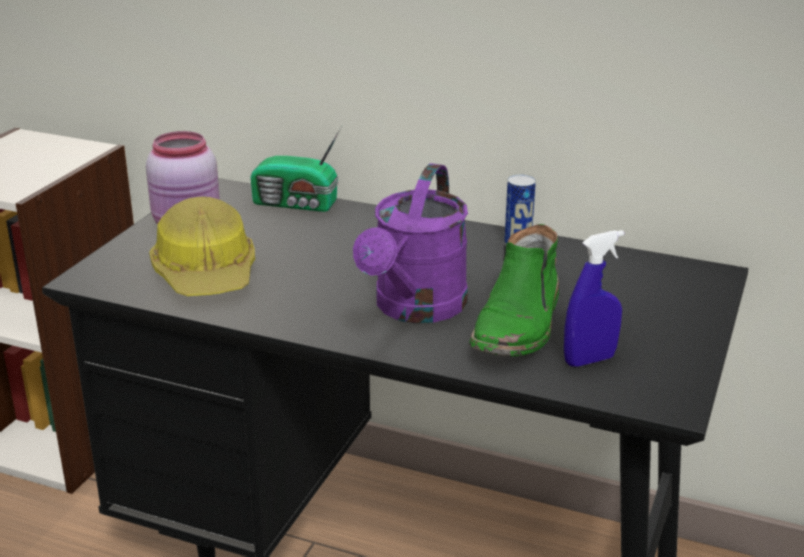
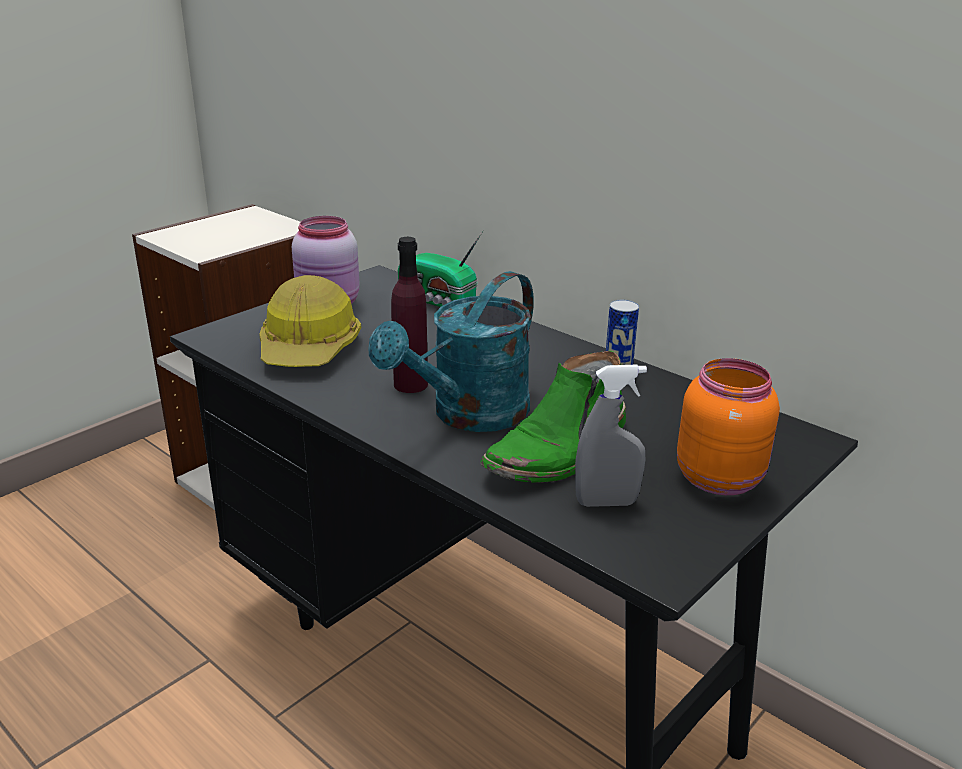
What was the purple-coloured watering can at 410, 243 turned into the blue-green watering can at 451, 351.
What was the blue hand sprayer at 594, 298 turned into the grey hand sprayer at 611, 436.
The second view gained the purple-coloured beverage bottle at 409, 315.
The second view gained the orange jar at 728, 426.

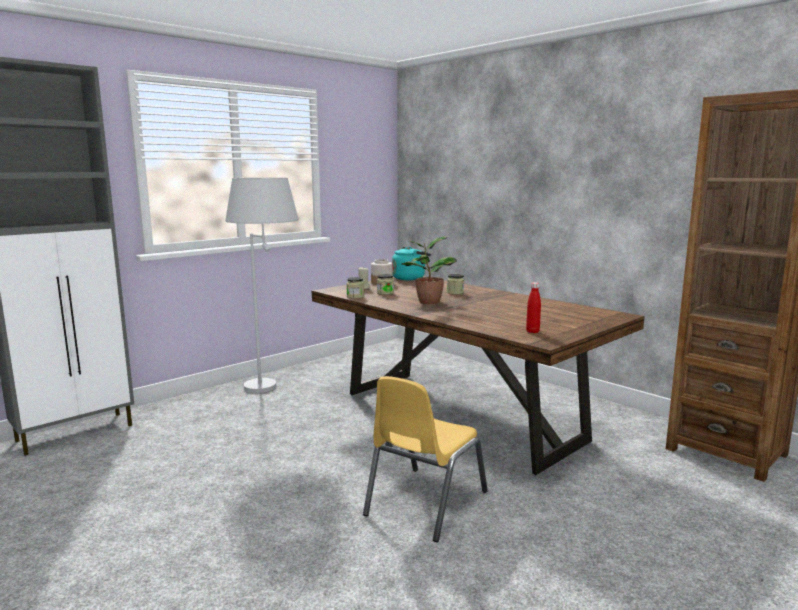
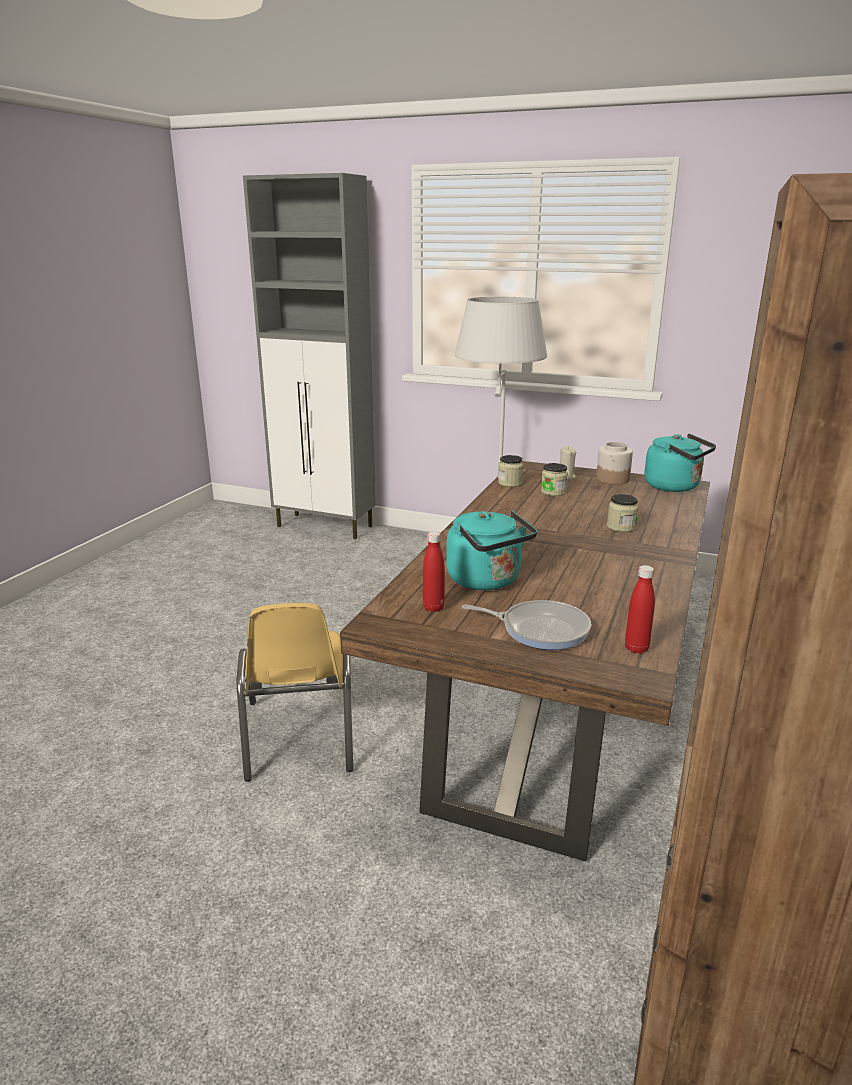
The second view lost the houseplant at 429, 270.
The yellow upright chair at 425, 459 ended up facing another way, 105 degrees counterclockwise from before.
The second view gained the blue-green kettle at 491, 550.
The second view gained the red beverage bottle at 640, 609.
The second view gained the frying pan at 526, 625.

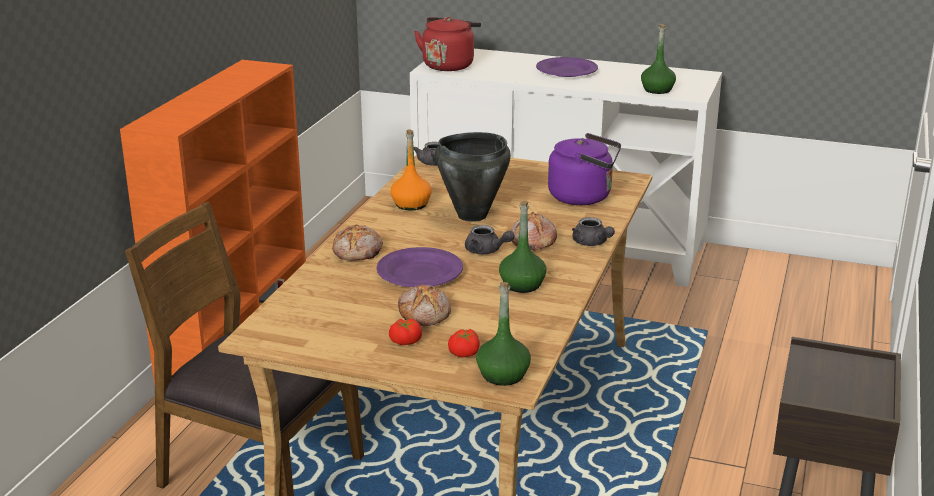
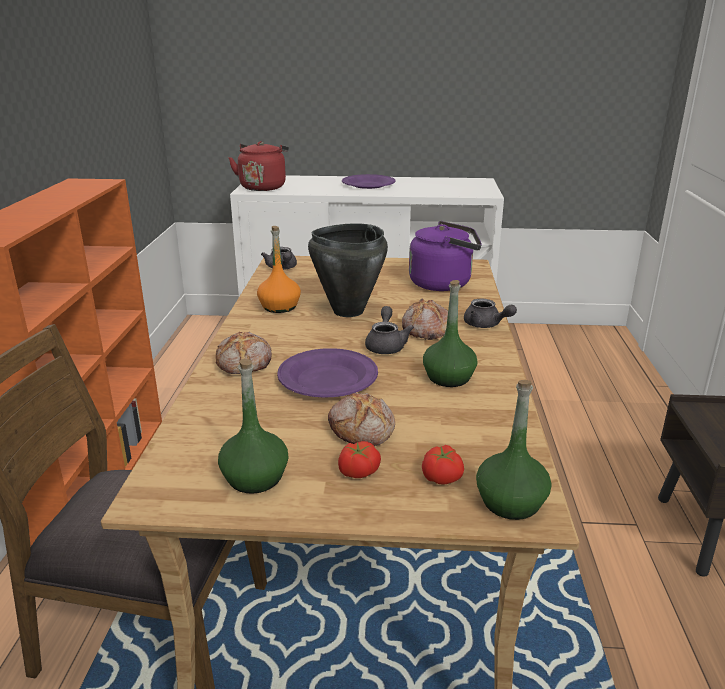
The greenish beverage bottle ended up elsewhere, having gone from 658, 59 to 253, 426.
The grey tea pot at 490, 239 ended up facing another way, 105 degrees counterclockwise from before.

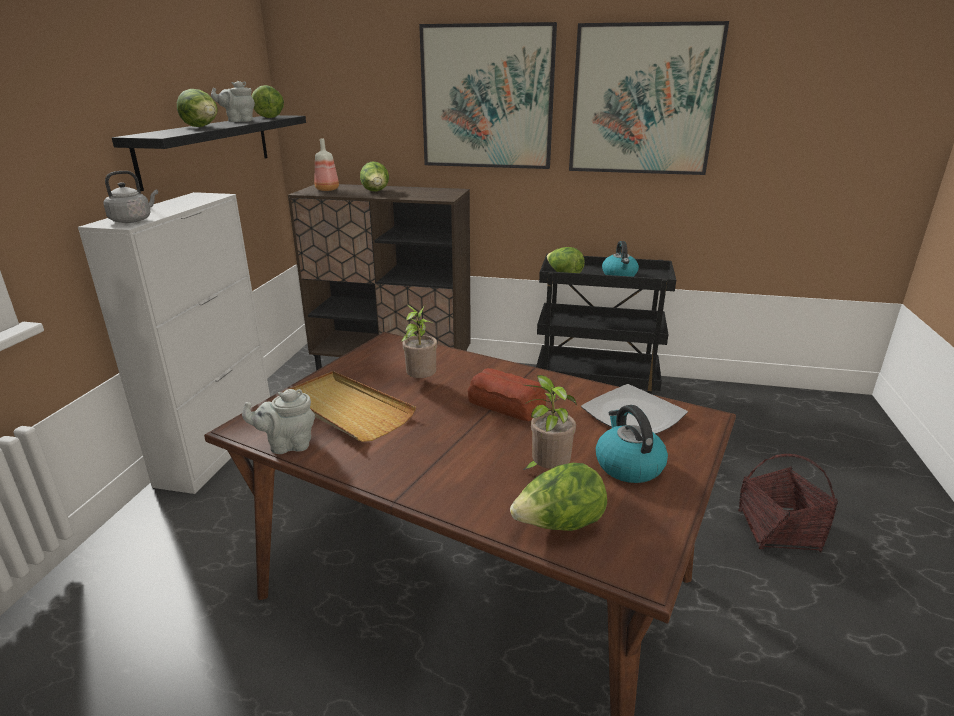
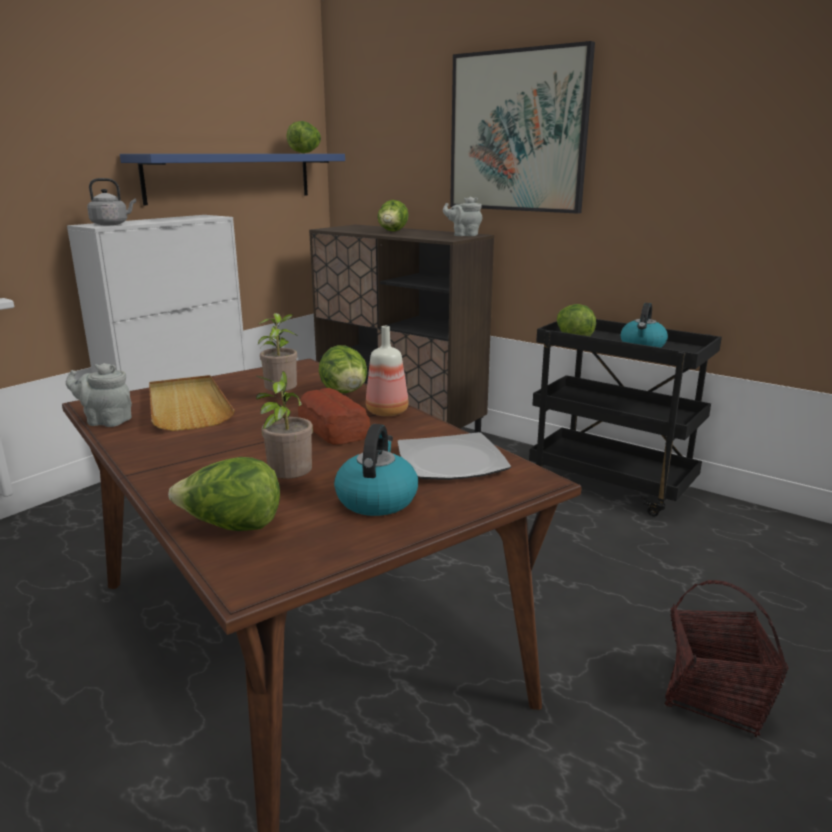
The second view lost the wall picture at 649, 98.
The grey tea pot ended up elsewhere, having gone from 233, 101 to 463, 216.
The lettuce head ended up elsewhere, having gone from 197, 108 to 343, 369.
What was the blackish shelf at 209, 153 turned into the blue shelf at 232, 179.
The beverage bottle ended up elsewhere, having gone from 326, 164 to 387, 371.

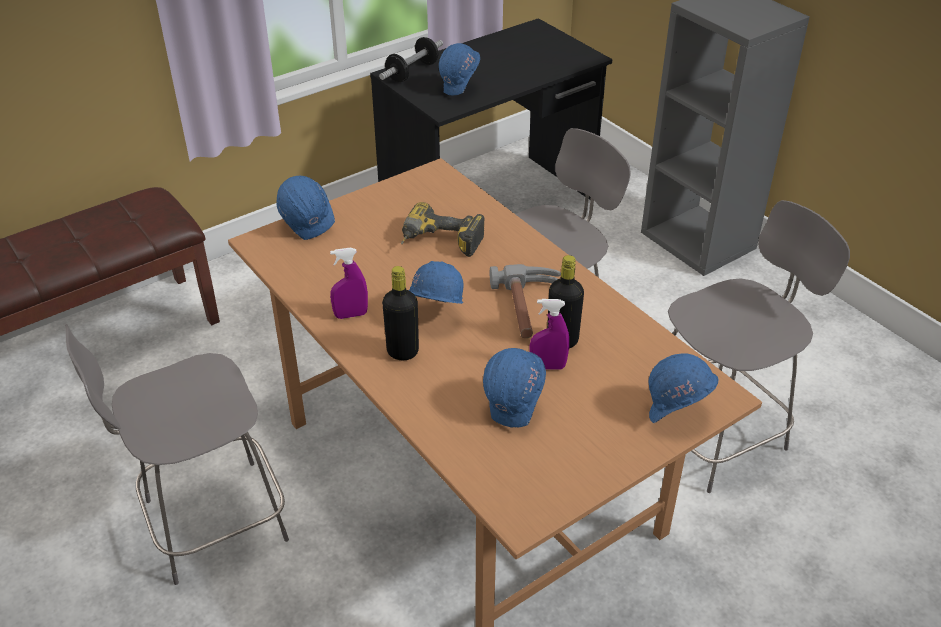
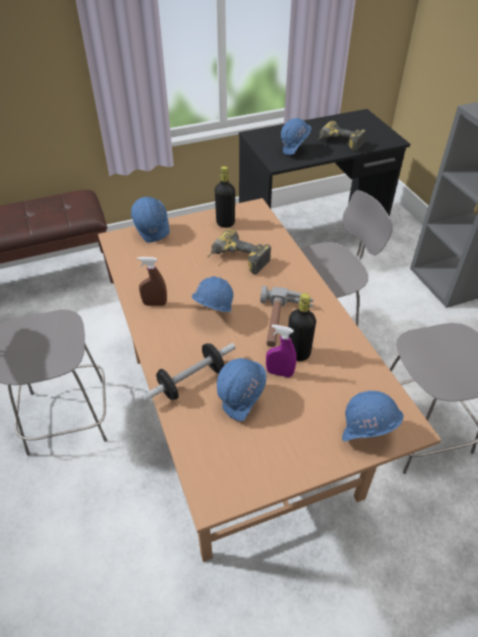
The free weight ended up elsewhere, having gone from 411, 59 to 189, 372.
What was the purple-coloured hand sprayer at 349, 283 turned into the brown hand sprayer at 152, 281.
The blackish beverage bottle ended up elsewhere, having gone from 400, 313 to 225, 197.
The second view gained the power drill at 342, 136.

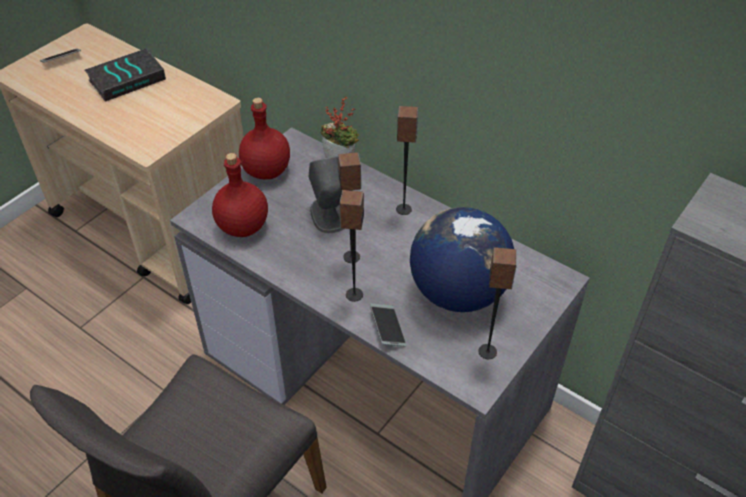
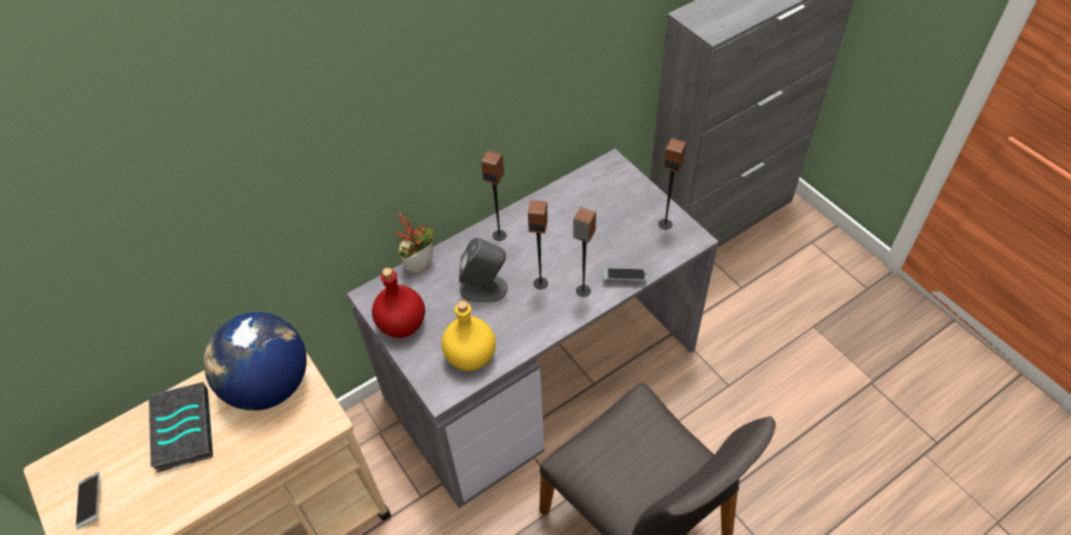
What was the red beverage bottle at 240, 195 turned into the yellow beverage bottle at 468, 335.
The world globe ended up elsewhere, having gone from 462, 259 to 255, 361.

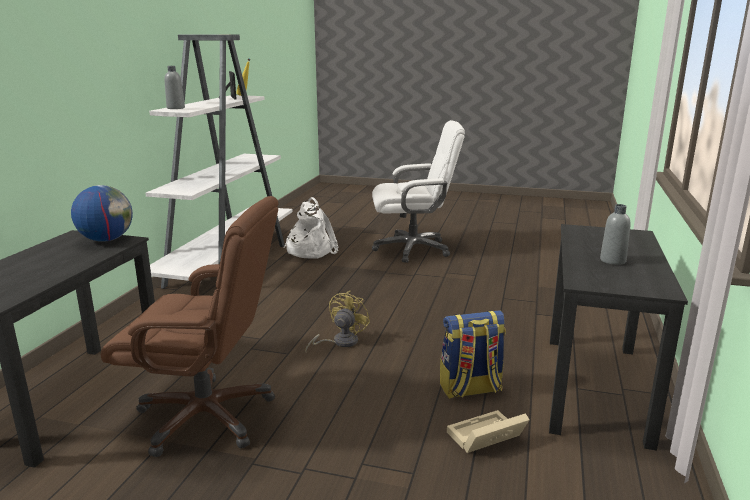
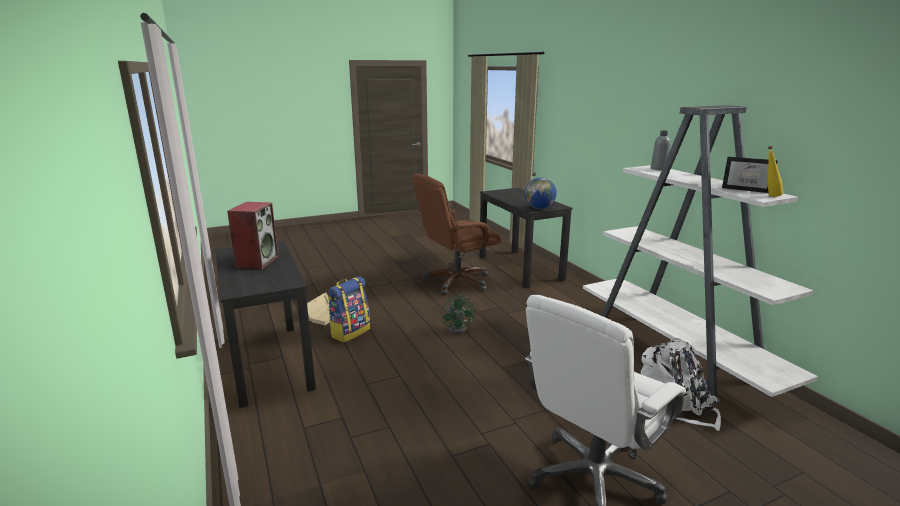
Where the grey beverage bottle stood at 615, 234, the audio speaker came to stand at 253, 235.
What was the yellow electric fan at 337, 321 turned into the greenish electric fan at 458, 314.

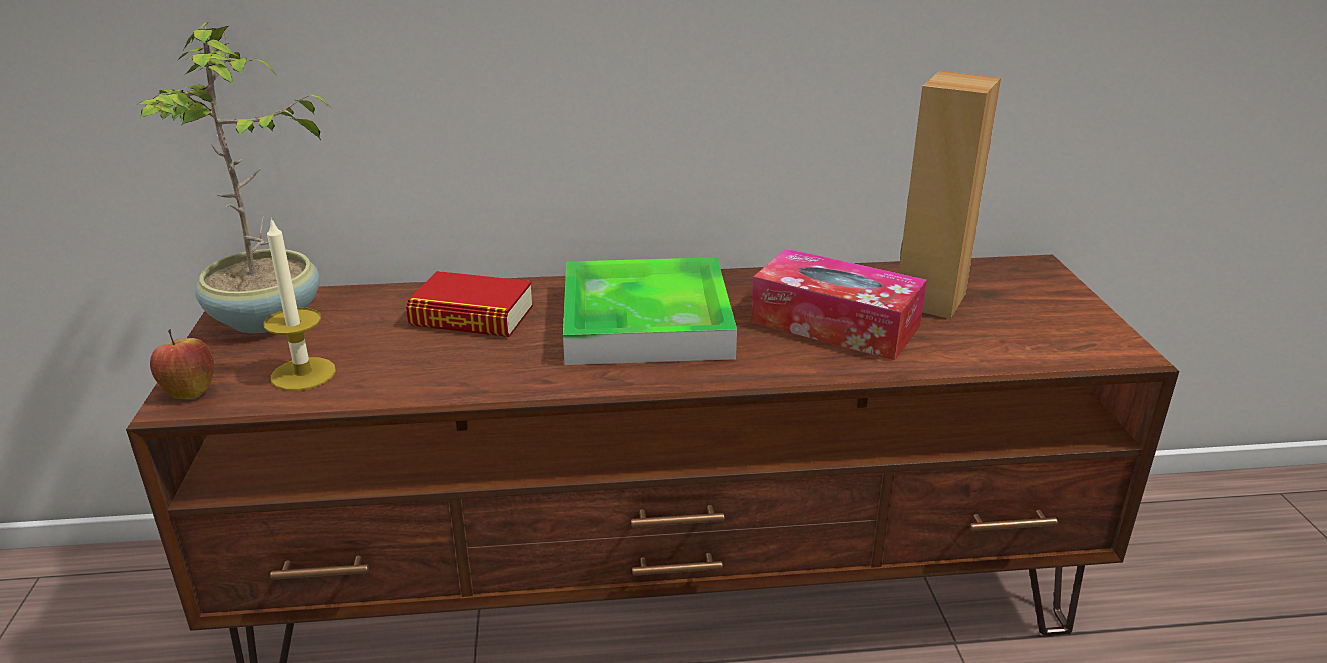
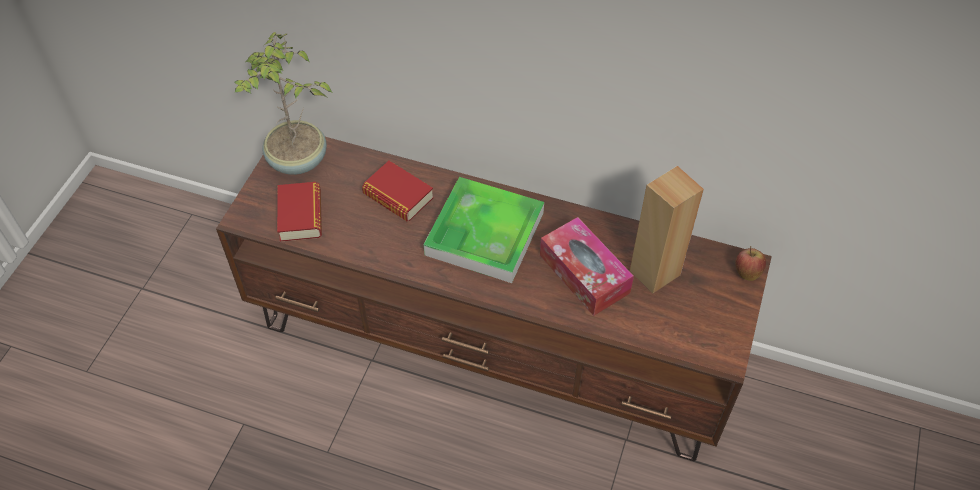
Where the candle stood at 300, 304, the bound book came to stand at 299, 212.
The whole apple ended up elsewhere, having gone from 182, 364 to 751, 263.

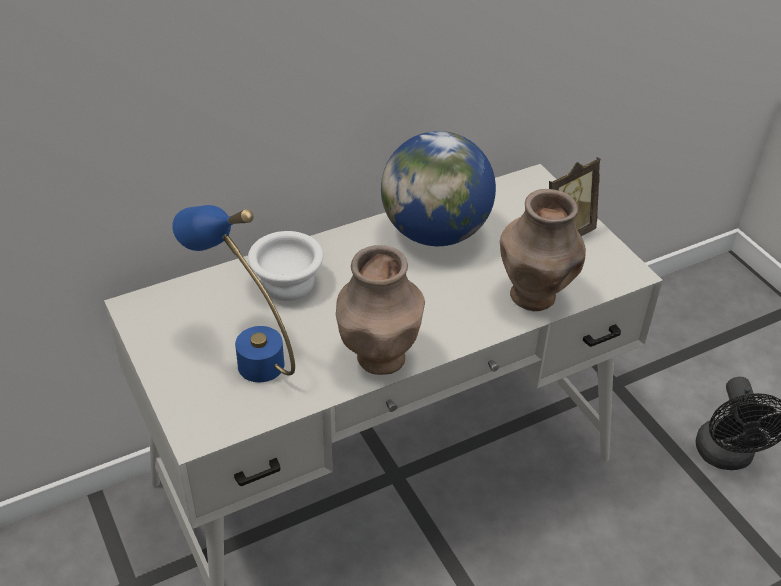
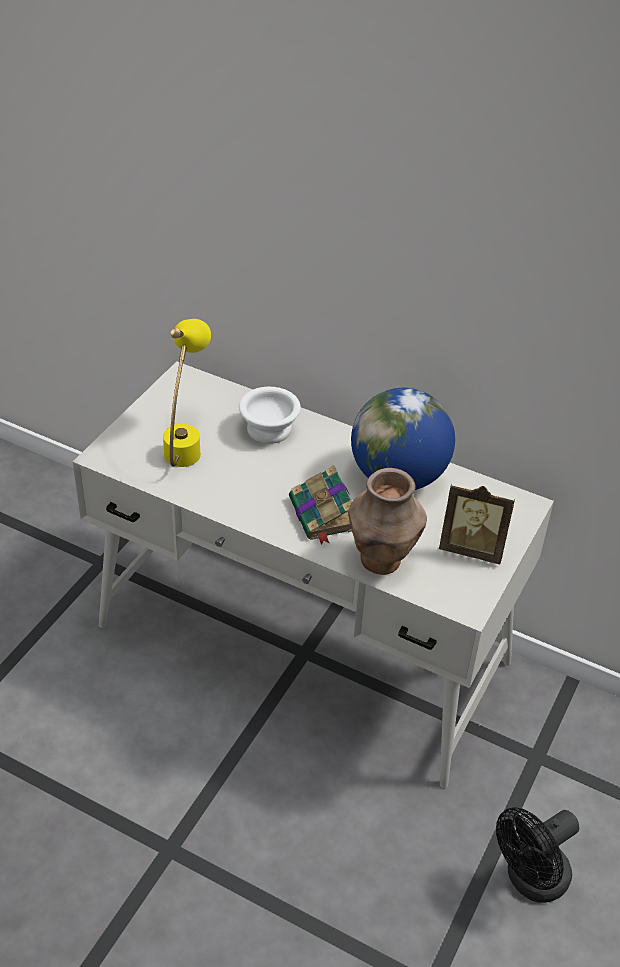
What was the blue tabletop lamp at 233, 293 turned into the yellow tabletop lamp at 187, 393.
The second view lost the brown vase at 380, 310.
The second view gained the bound book at 320, 505.

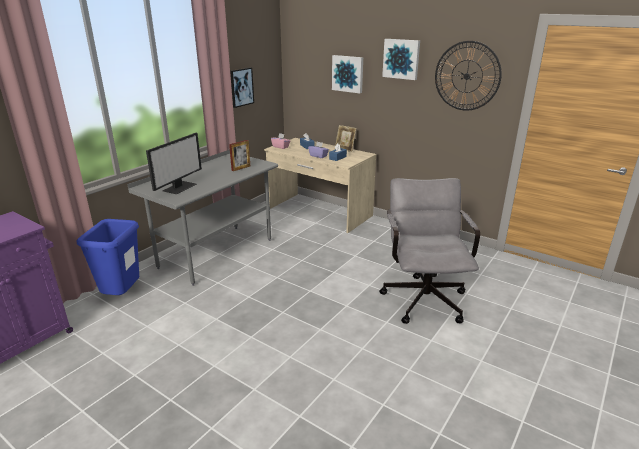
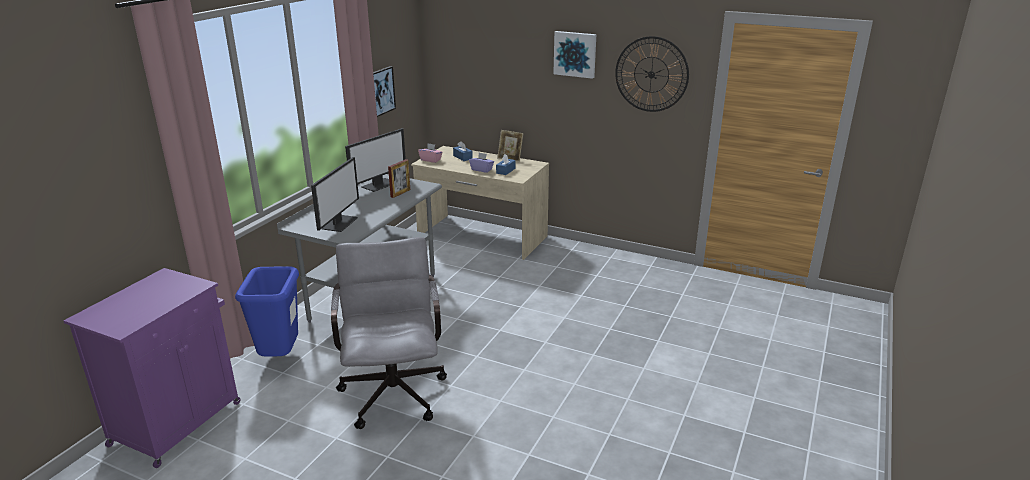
The second view lost the wall picture at 347, 74.
The grey computer chair ended up elsewhere, having gone from 429, 251 to 389, 333.
The second view gained the computer display at 375, 160.

